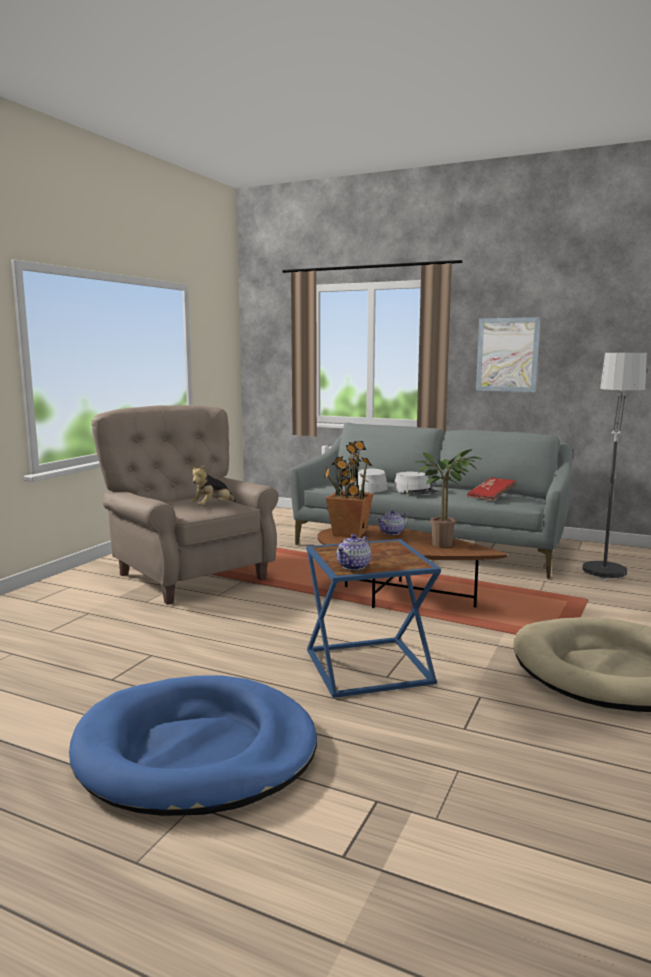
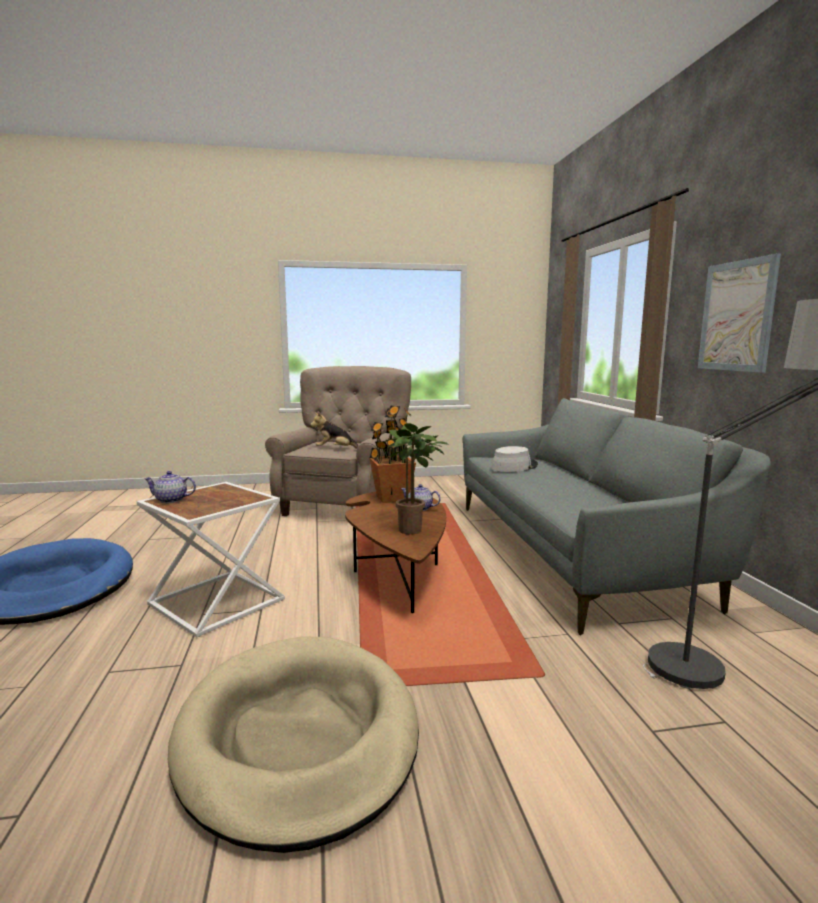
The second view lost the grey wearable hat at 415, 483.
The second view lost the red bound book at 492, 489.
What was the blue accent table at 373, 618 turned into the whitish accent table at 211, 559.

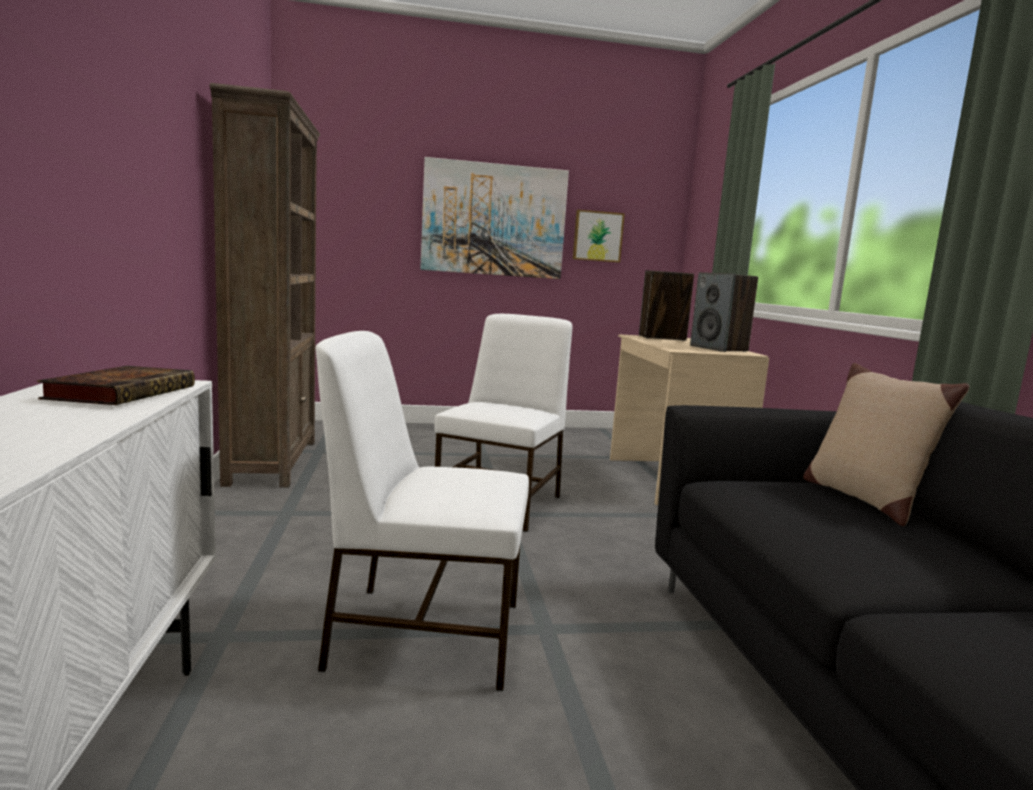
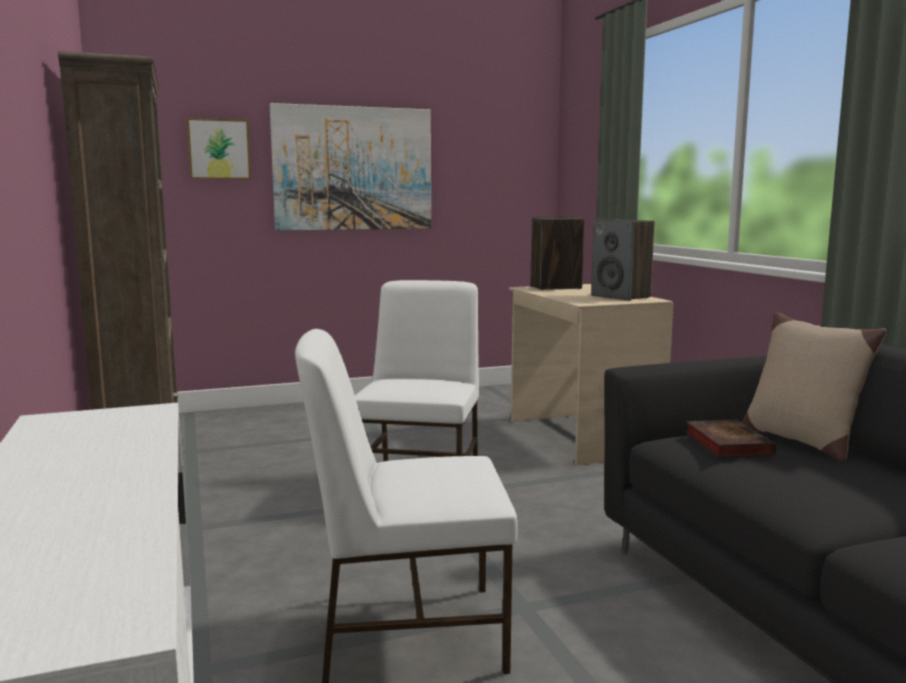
The wall picture ended up elsewhere, having gone from 599, 236 to 218, 149.
The bound book ended up elsewhere, having gone from 116, 385 to 730, 438.

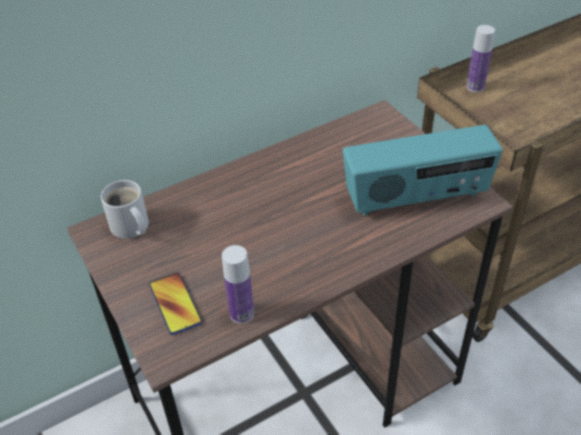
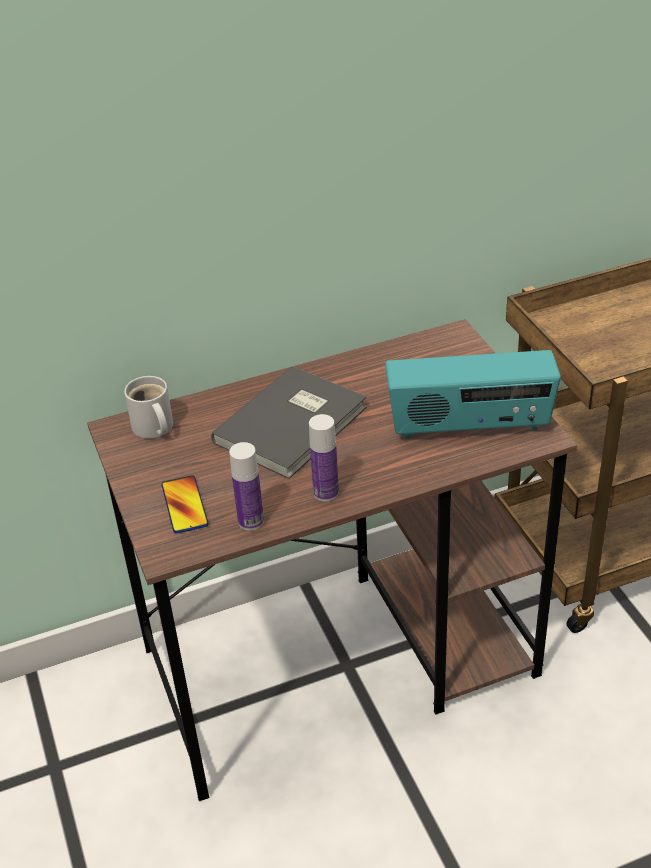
The beverage bottle ended up elsewhere, having gone from 480, 58 to 324, 458.
The second view gained the grey bound book at 289, 422.

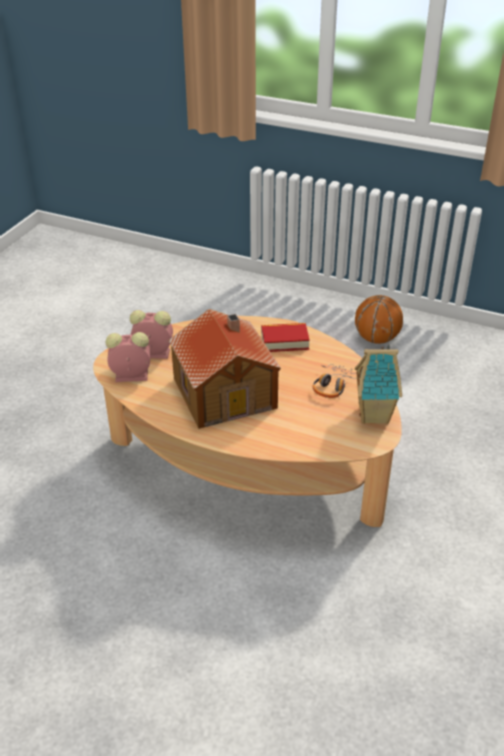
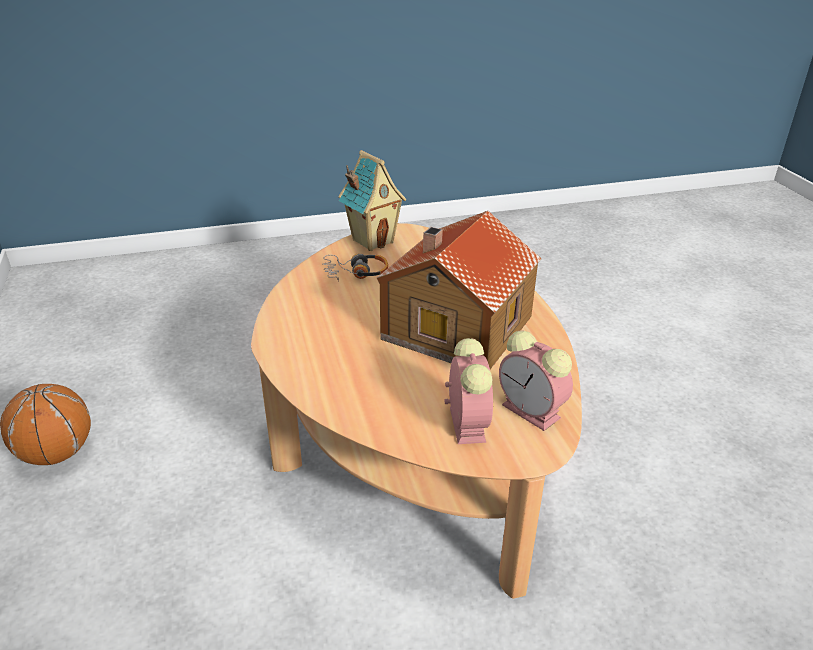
The table clock at 151, 334 ended up facing another way, 150 degrees counterclockwise from before.
The second view lost the bound book at 285, 337.

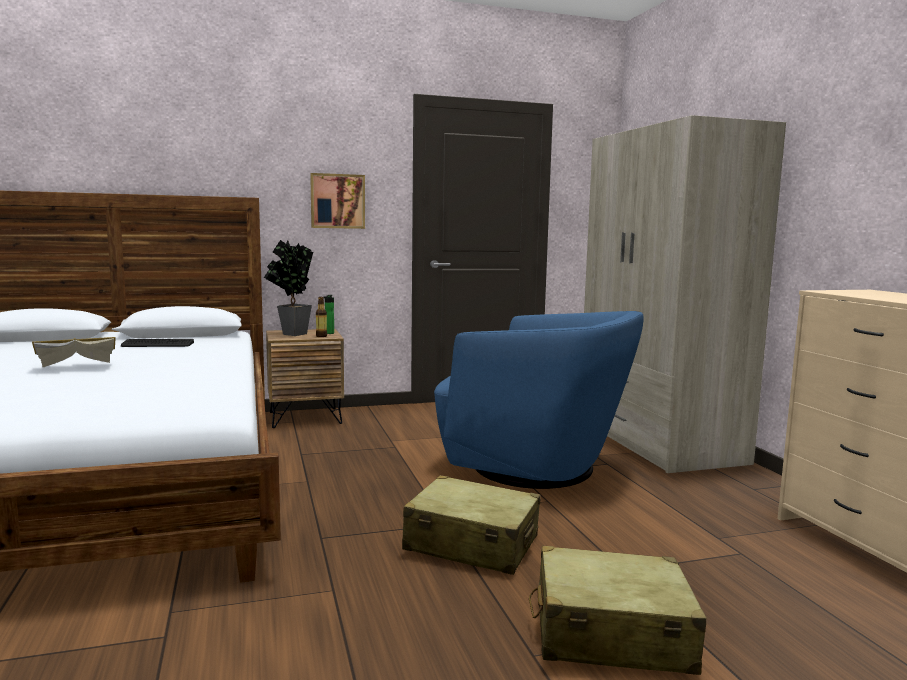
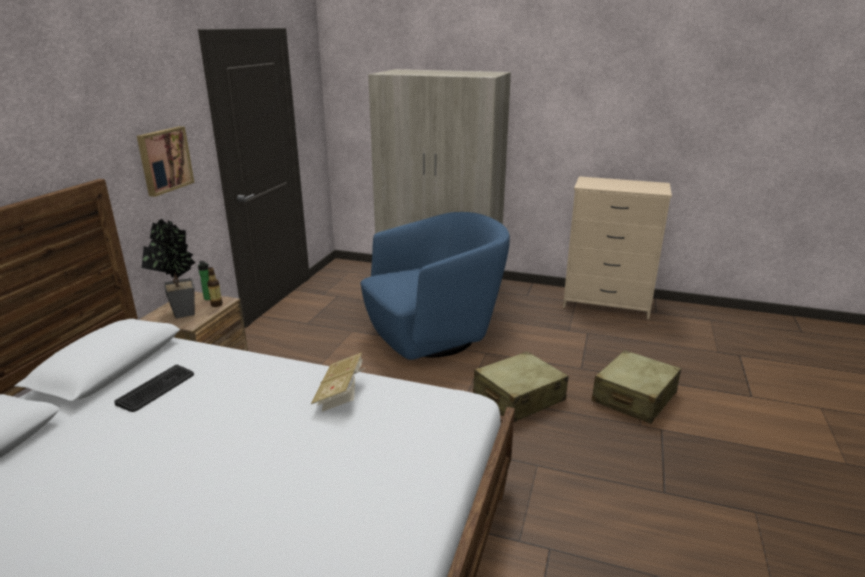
The bound book ended up elsewhere, having gone from 74, 352 to 338, 382.

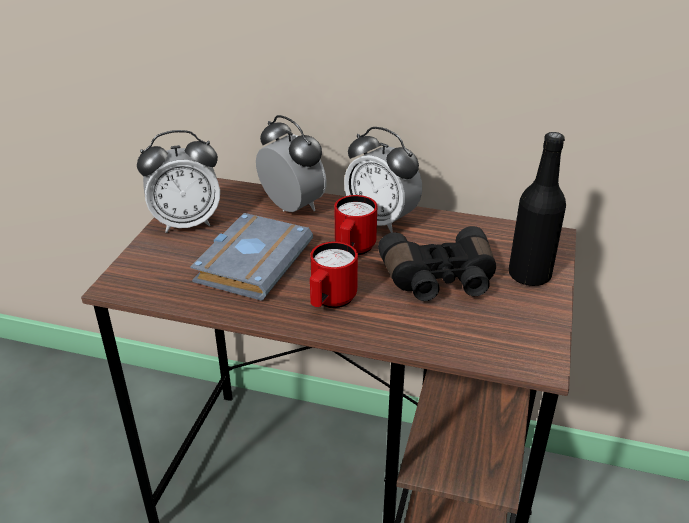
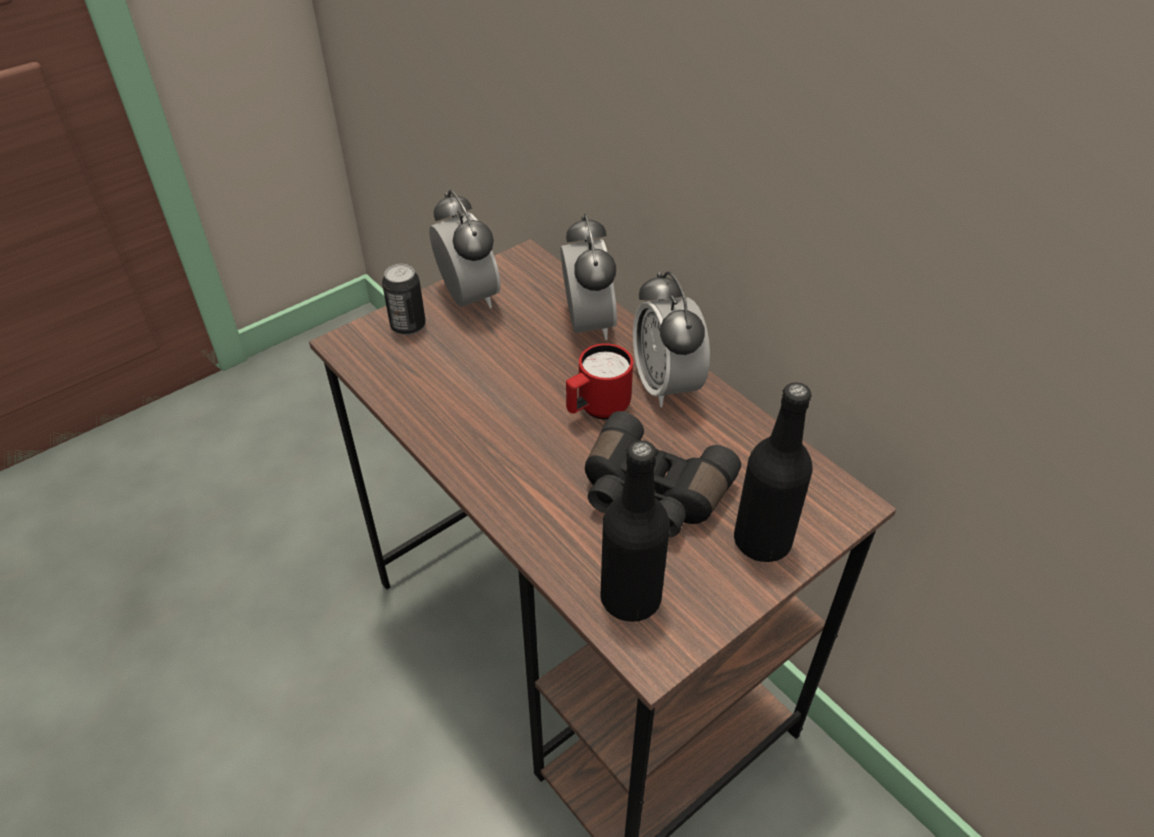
The table clock at 178, 181 ended up facing another way, 135 degrees counterclockwise from before.
The second view lost the grey bound book at 251, 257.
The second view lost the red tea mug at 334, 275.
The second view gained the can at 404, 299.
The second view gained the blackish beverage bottle at 635, 531.

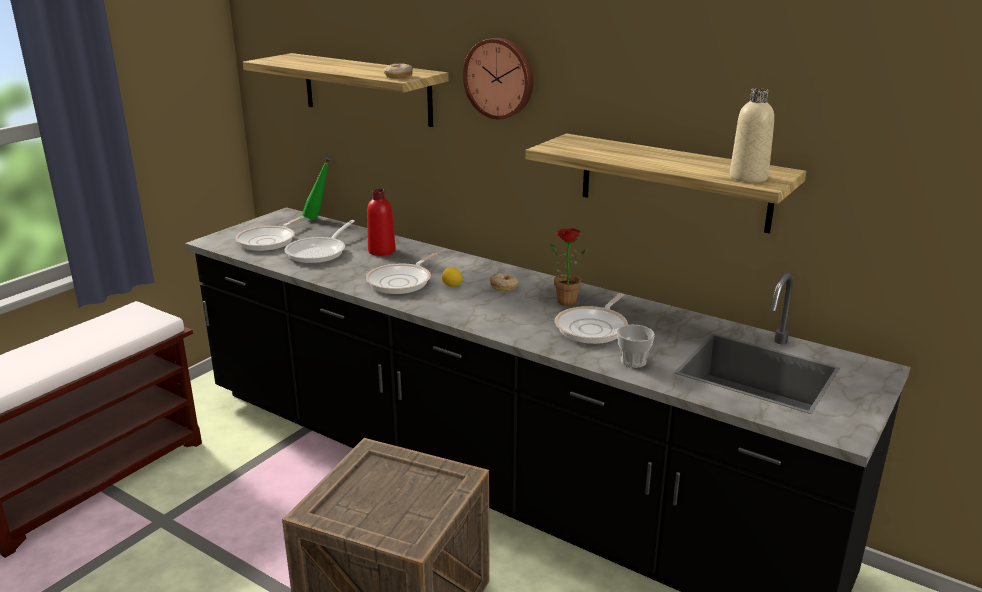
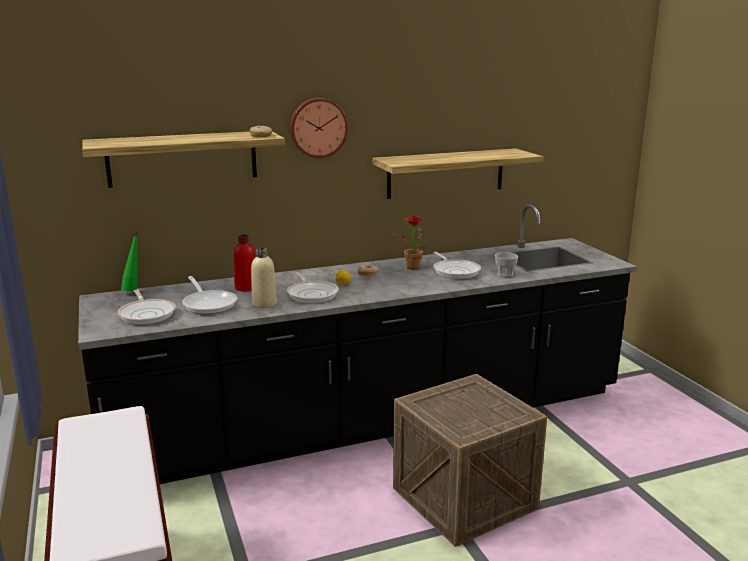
The sand-coloured beverage bottle ended up elsewhere, having gone from 752, 135 to 264, 278.

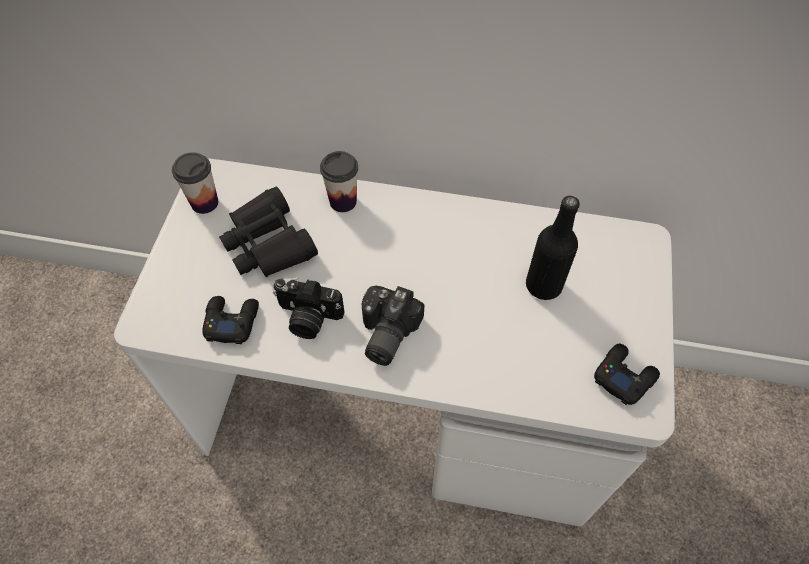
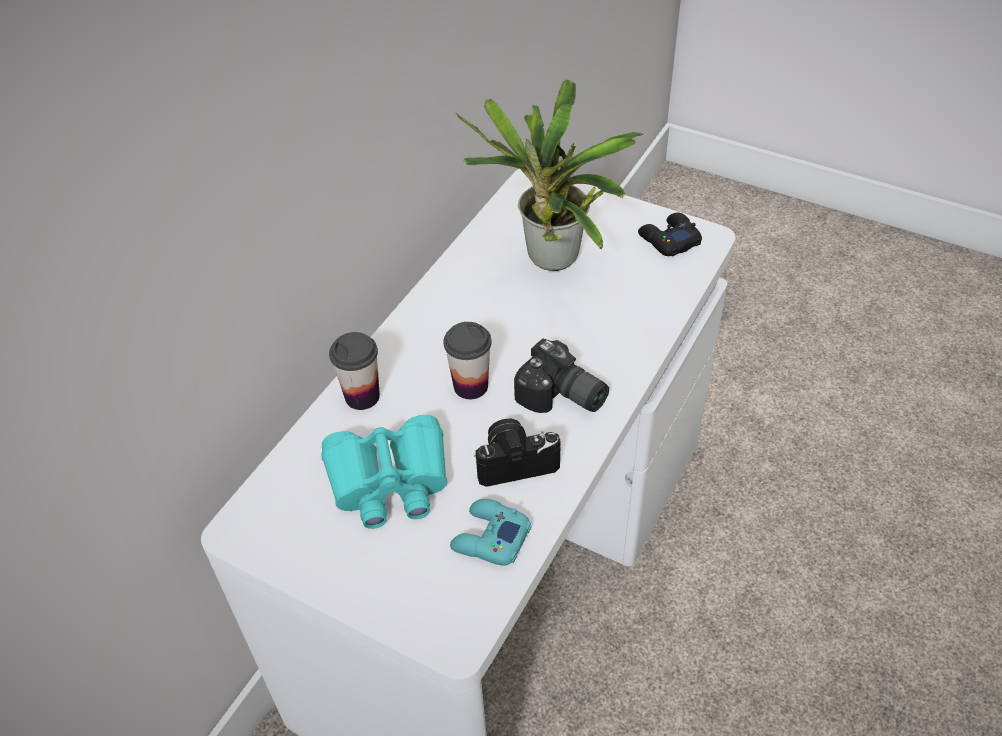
The cup ended up elsewhere, having gone from 195, 183 to 467, 360.
What was the blackish binoculars at 268, 232 turned into the blue-green binoculars at 384, 472.
Where the blackish beverage bottle stood at 553, 248, the houseplant came to stand at 549, 175.
The photo camera at 309, 308 ended up facing another way, 135 degrees counterclockwise from before.
What was the blackish game controller at 230, 320 turned into the blue-green game controller at 490, 532.

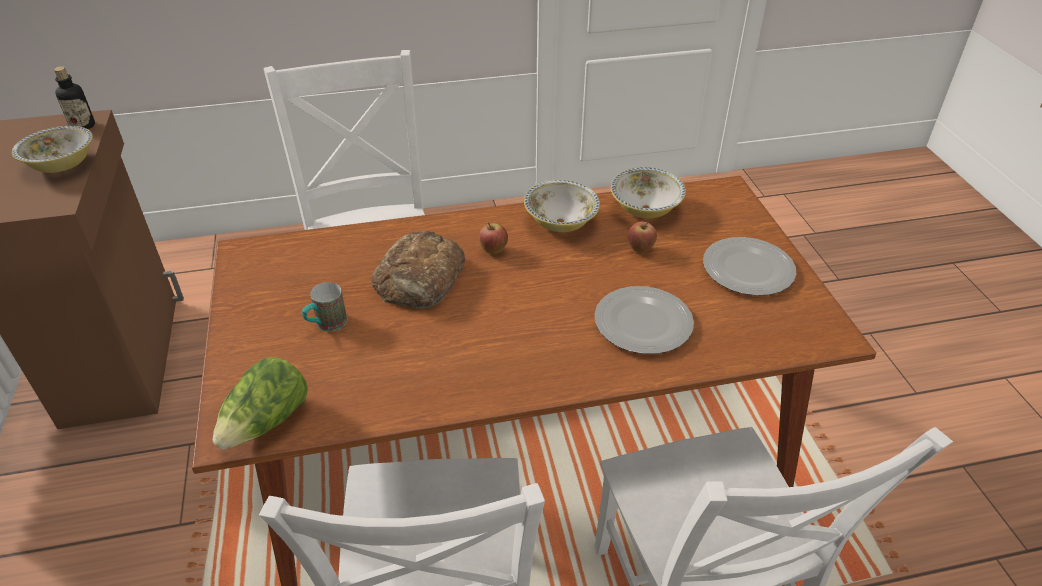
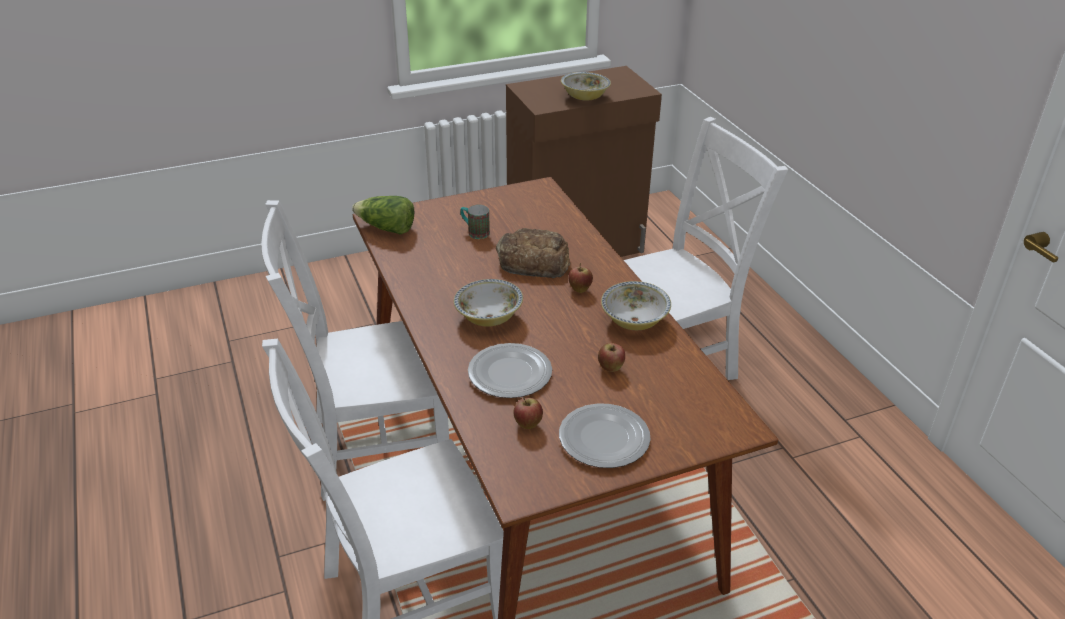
The second view lost the beverage bottle at 74, 97.
The serving bowl ended up elsewhere, having gone from 648, 192 to 488, 303.
The second view gained the whole apple at 528, 413.

